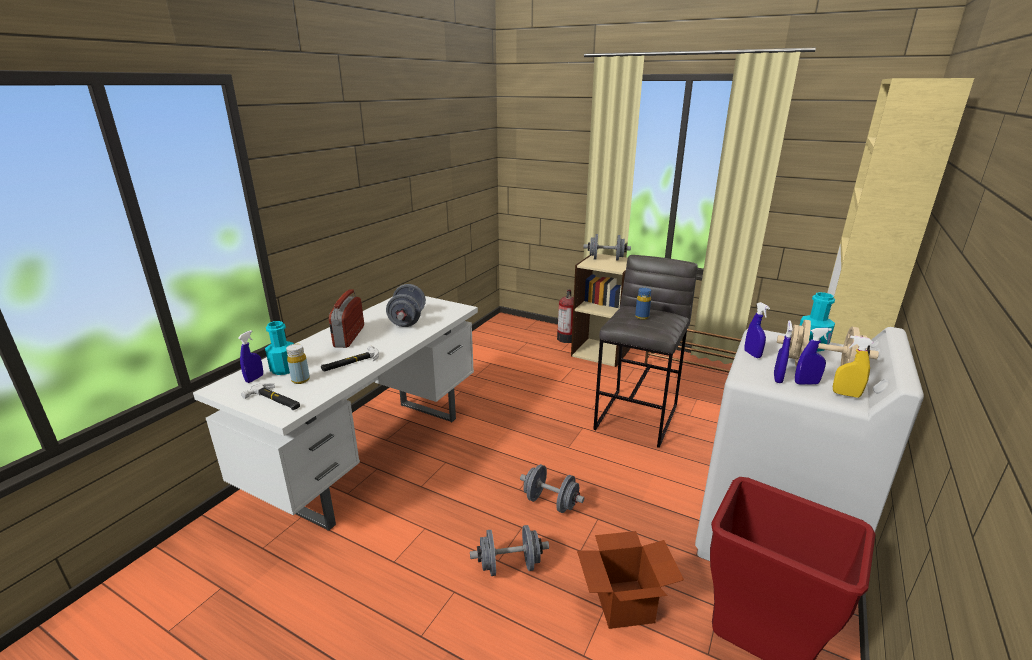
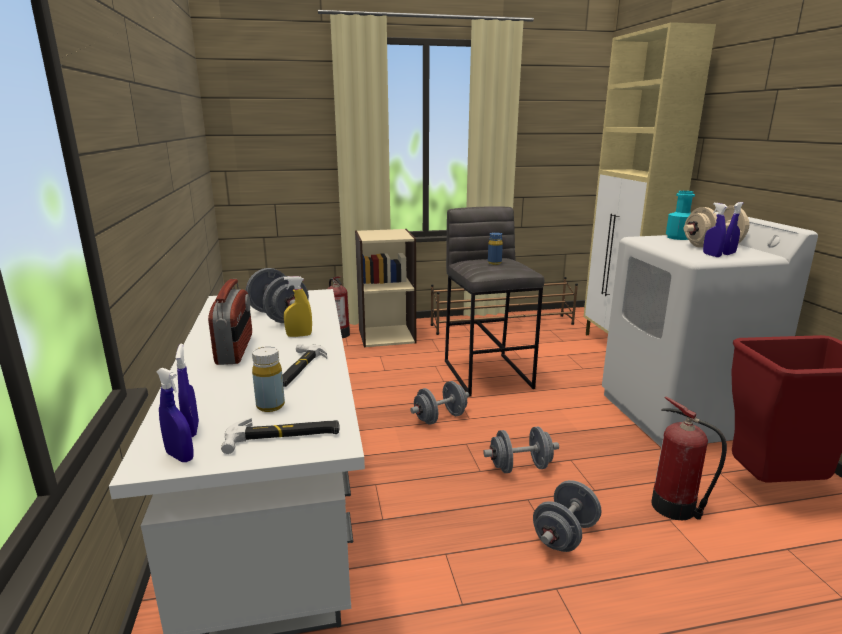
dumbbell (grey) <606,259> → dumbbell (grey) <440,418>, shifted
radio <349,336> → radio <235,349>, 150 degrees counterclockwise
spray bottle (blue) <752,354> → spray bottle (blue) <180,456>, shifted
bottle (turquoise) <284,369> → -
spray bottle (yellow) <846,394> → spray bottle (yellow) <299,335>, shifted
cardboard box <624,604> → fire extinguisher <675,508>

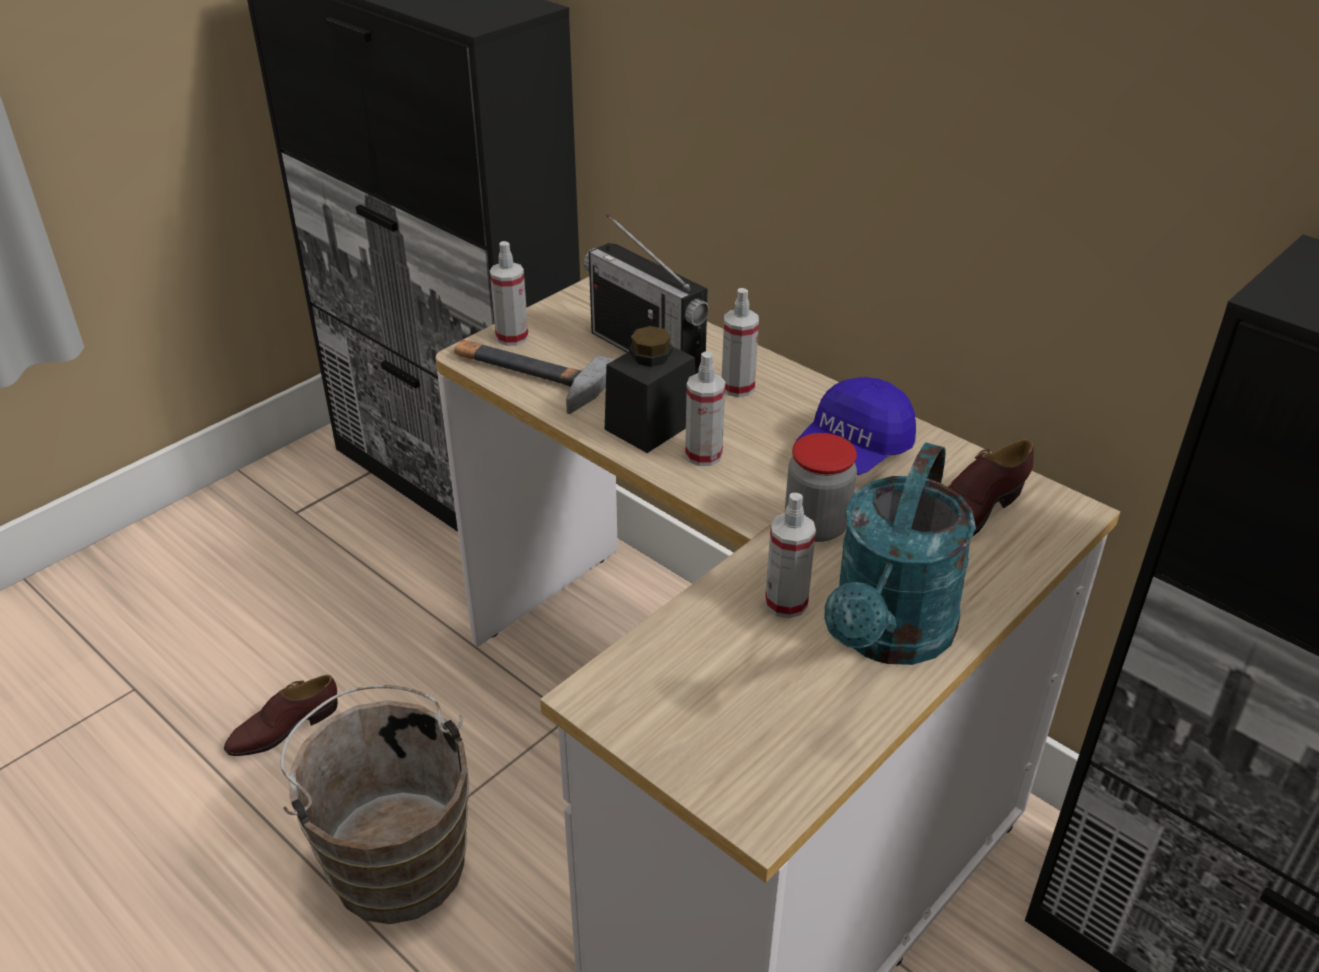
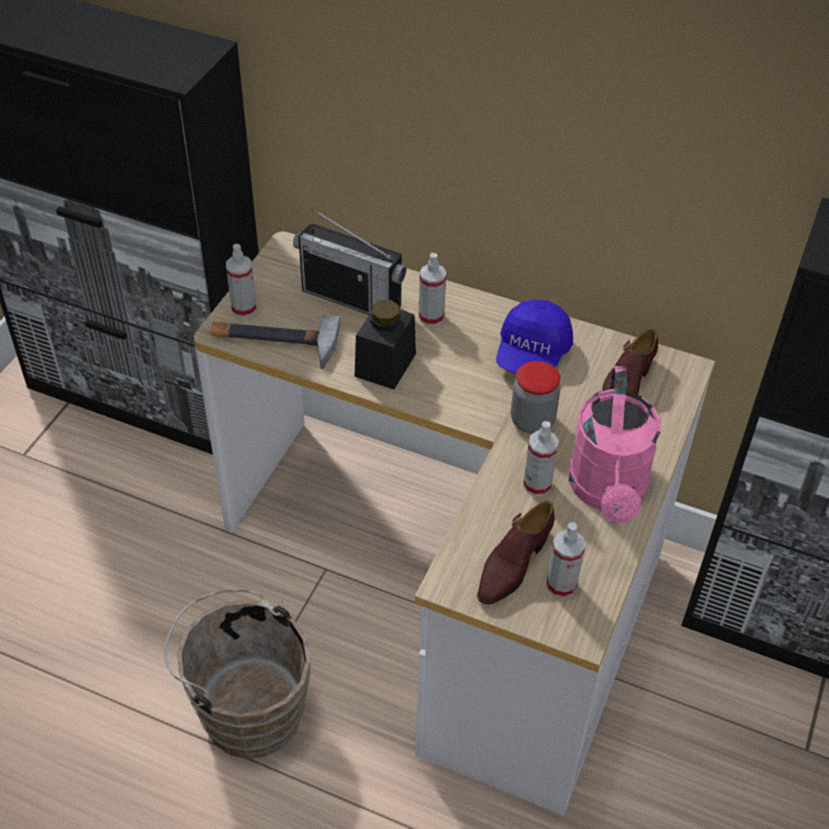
spray bottle <703,455> → spray bottle <561,585>, shifted
watering can (turquoise) <887,637> → watering can (pink) <608,492>
shoe (brown) <283,728> → shoe (brown) <512,564>, shifted

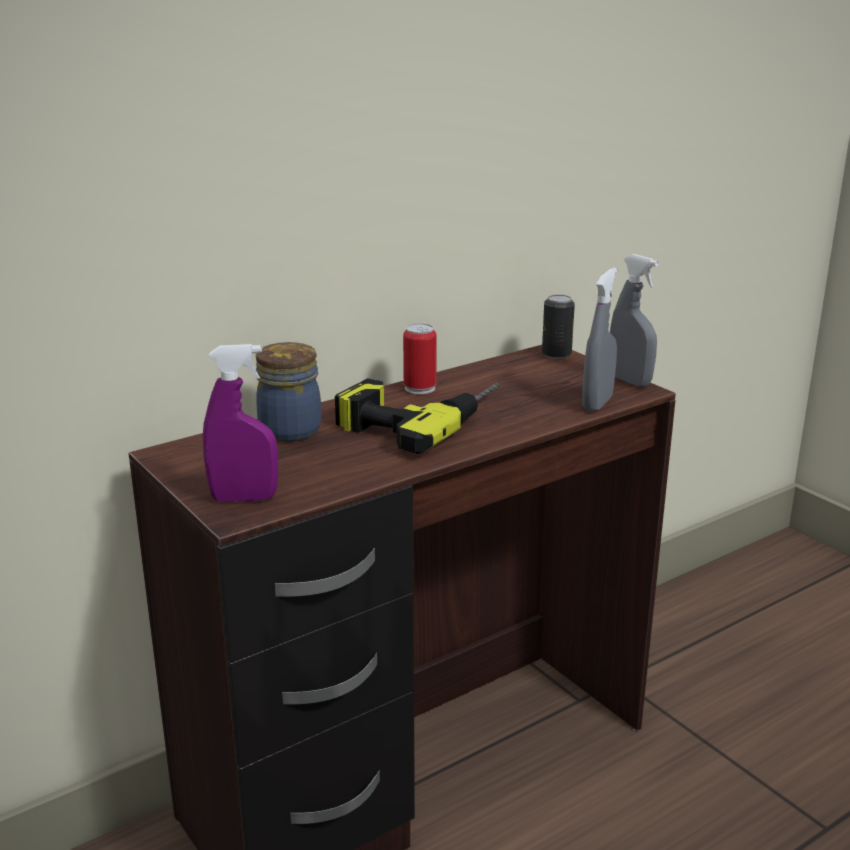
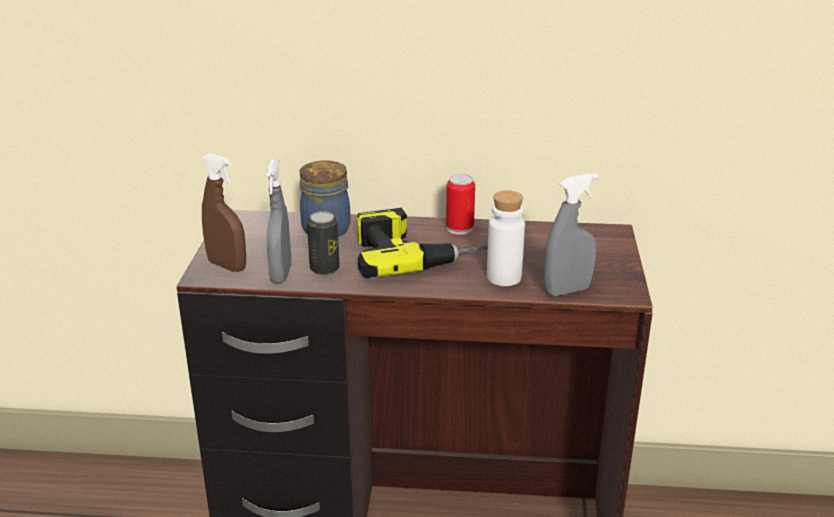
spray bottle (grey) <629,381> → spray bottle (grey) <281,274>, shifted
can <556,354> → can <324,269>, shifted
spray bottle (purple) <244,498> → spray bottle (brown) <227,266>
- → bottle (white) <504,277>

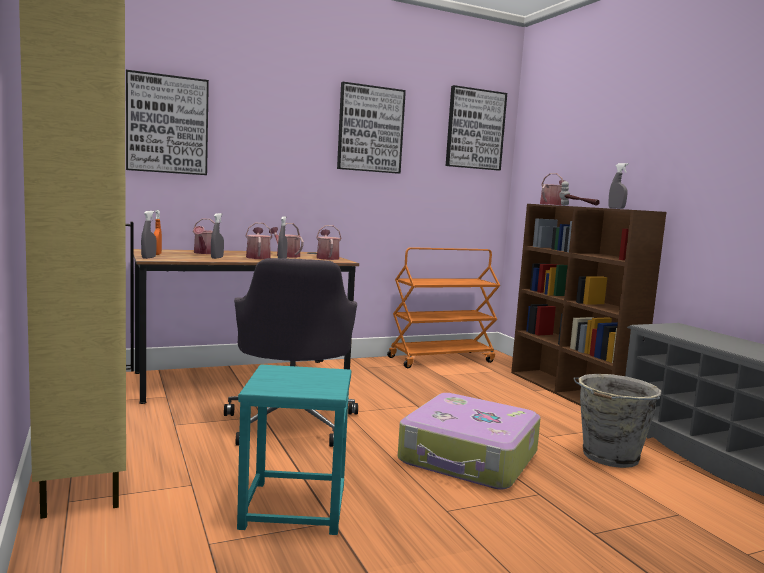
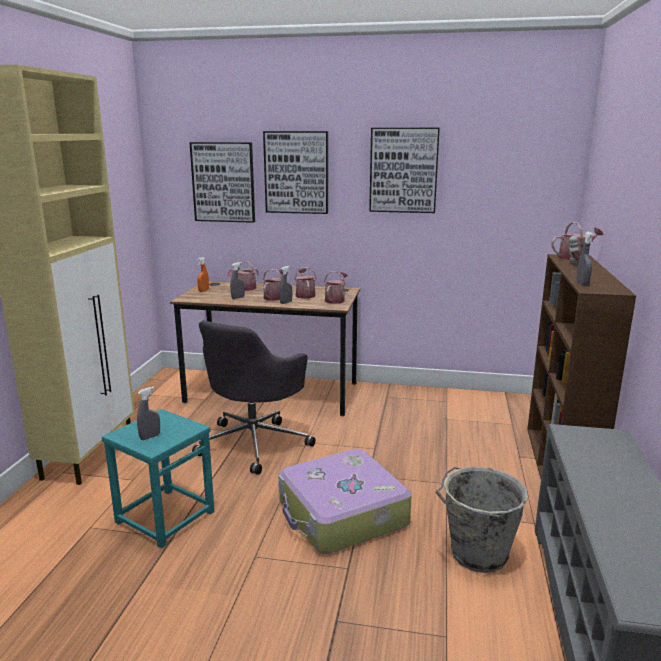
picture <475,129> → picture <296,172>, shifted
spray bottle (grey) <148,258> → spray bottle (grey) <150,437>, shifted
cart (orange) <441,359> → -

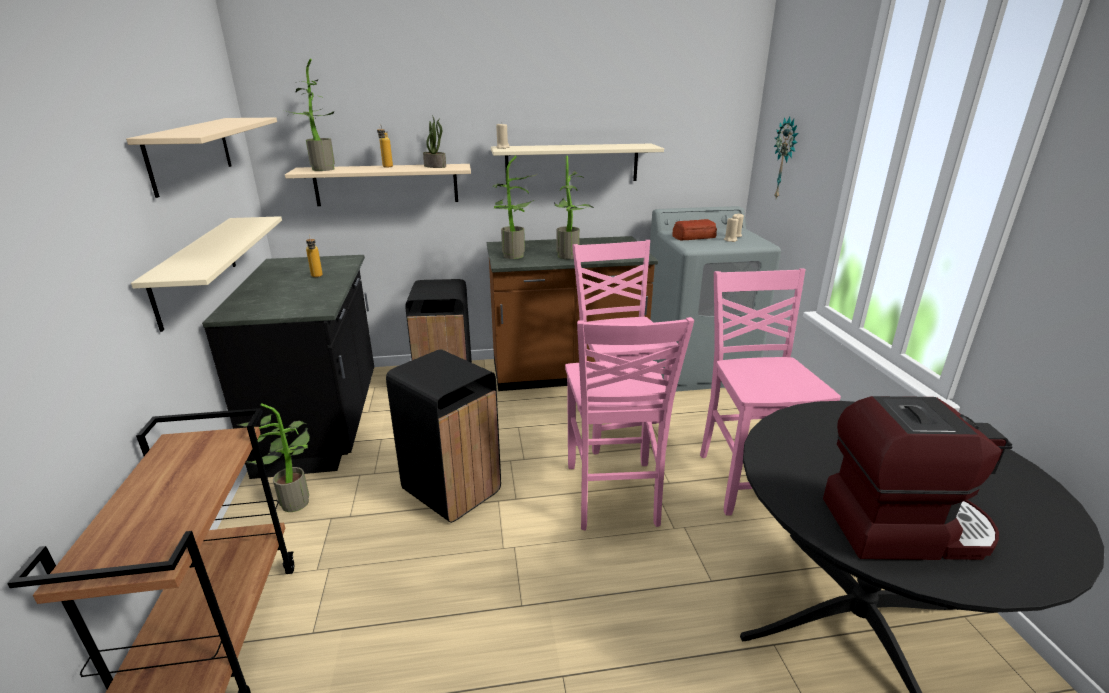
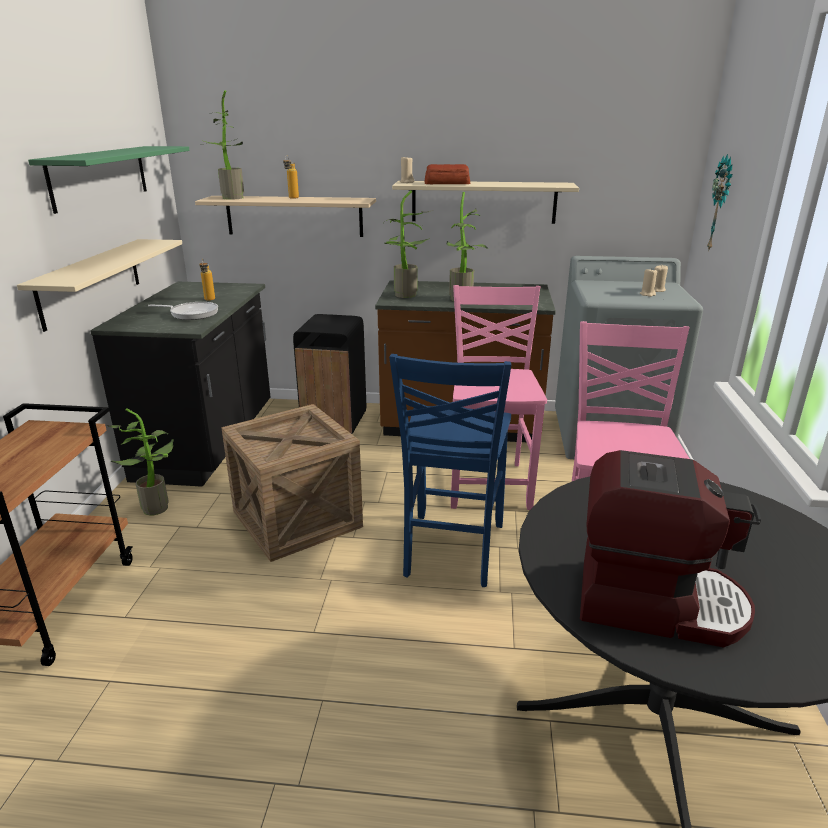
potted plant <435,166> → -
shelf (beige) <191,153> → shelf (green) <100,176>
bread <693,237> → bread <446,183>, shifted
chair (pink) <613,496> → chair (blue) <451,550>
trash can (black) <452,489> → crate <297,519>
- → frying pan <191,314>

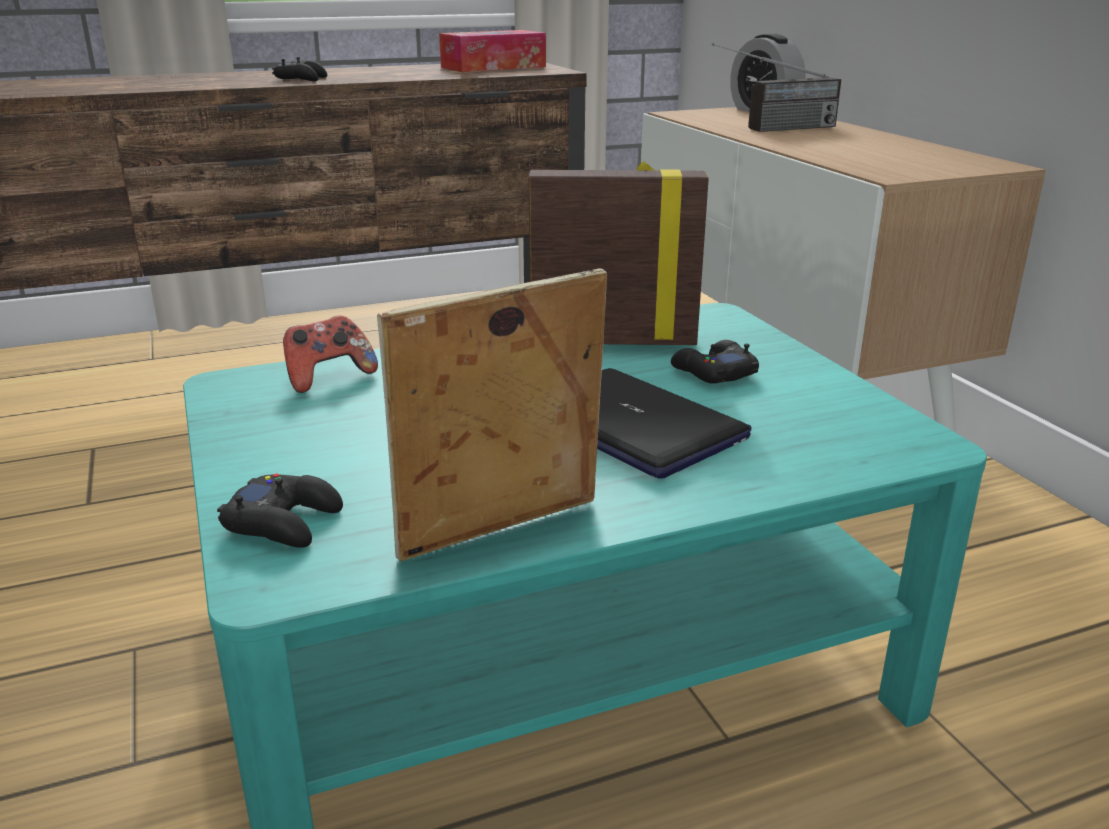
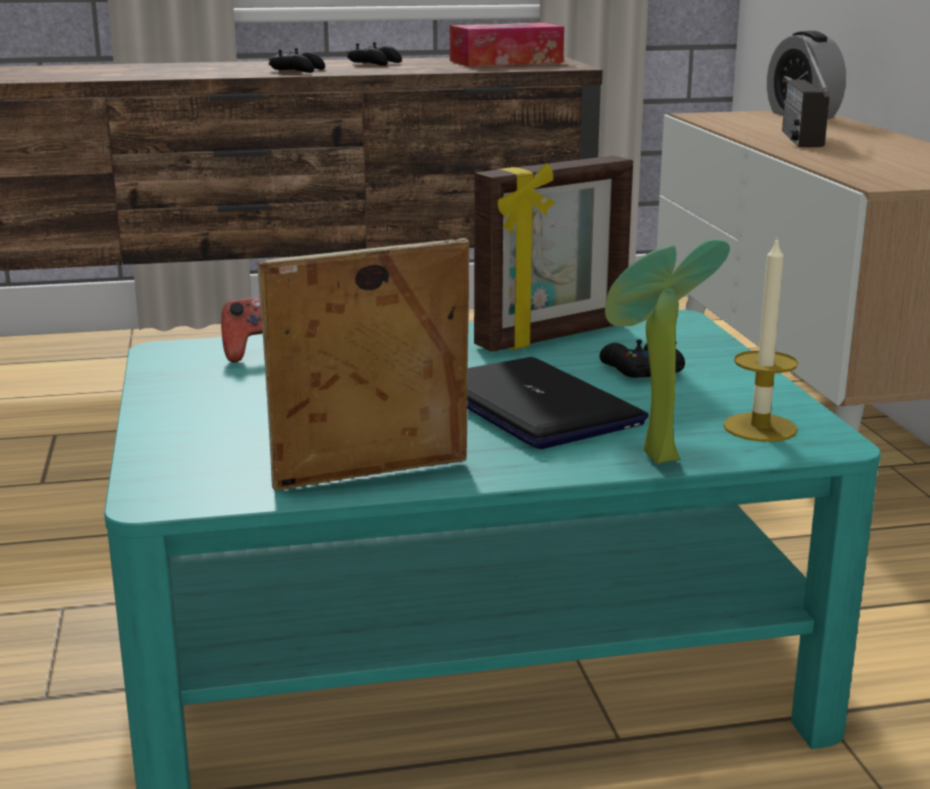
radio <772,129> → radio <794,134>, 105 degrees clockwise
picture frame <613,340> → picture frame <553,337>, 135 degrees clockwise
game controller (black) <284,522> → game controller (black) <375,63>, shifted
- → candle <760,427>
- → potted plant <650,457>

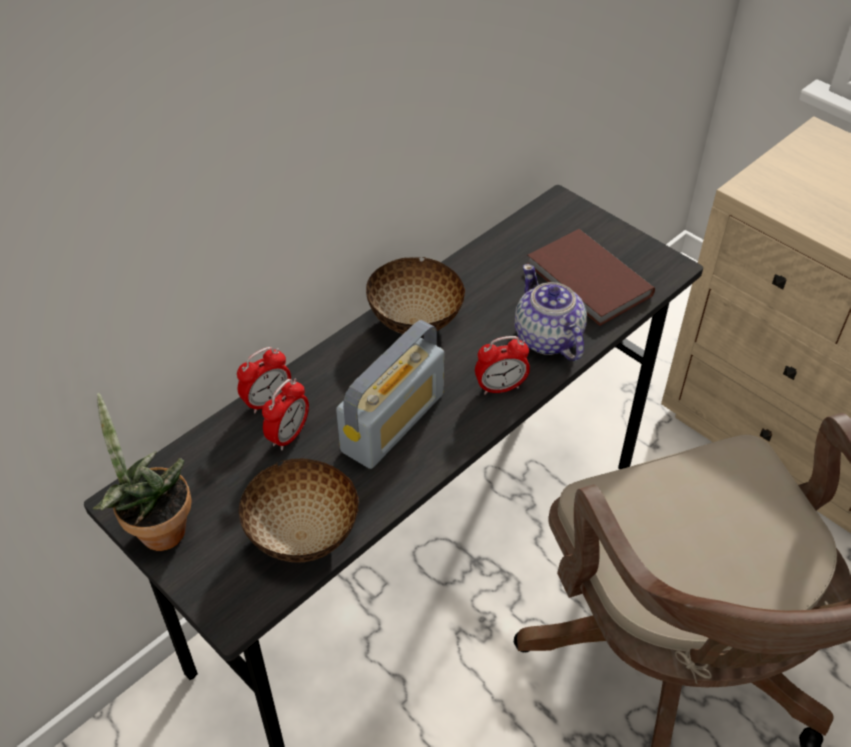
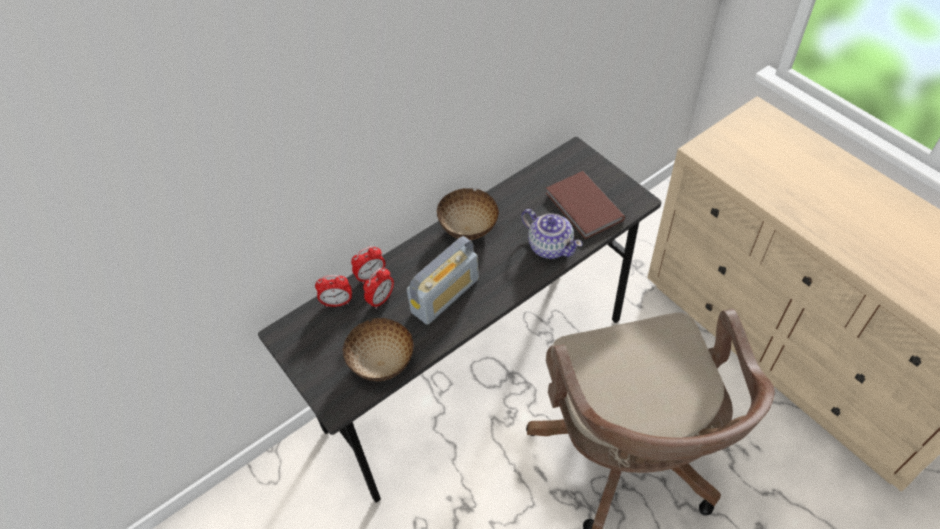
teapot <547,339> → teapot <550,246>, 150 degrees clockwise
alarm clock <500,387> → alarm clock <337,302>, shifted
potted plant <156,529> → -

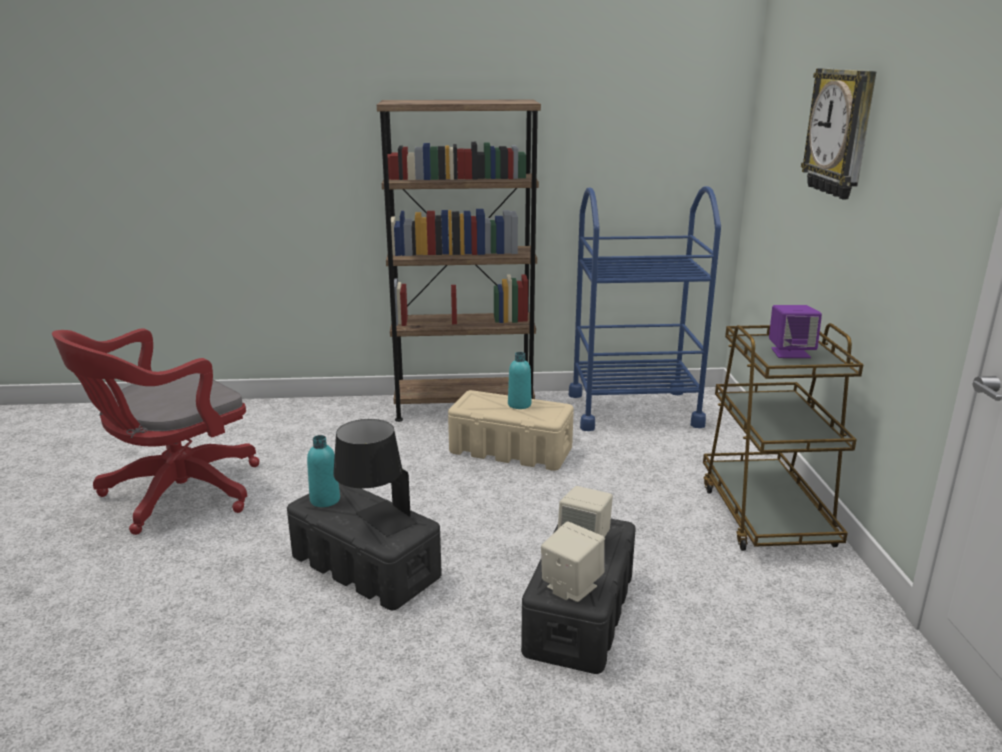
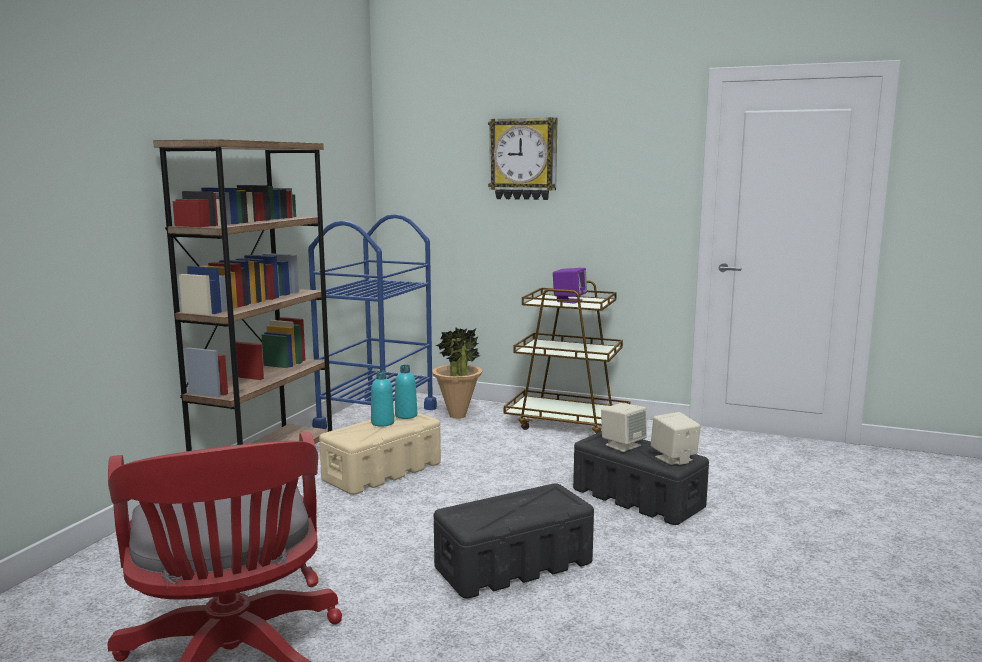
table lamp (black) <375,522> → -
bottle (turquoise) <325,500> → bottle (turquoise) <406,415>, shifted
- → potted plant <457,416>

